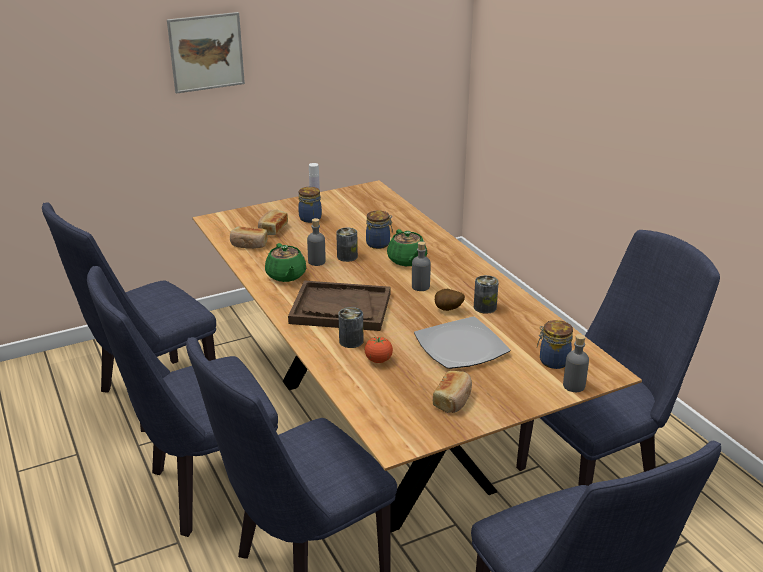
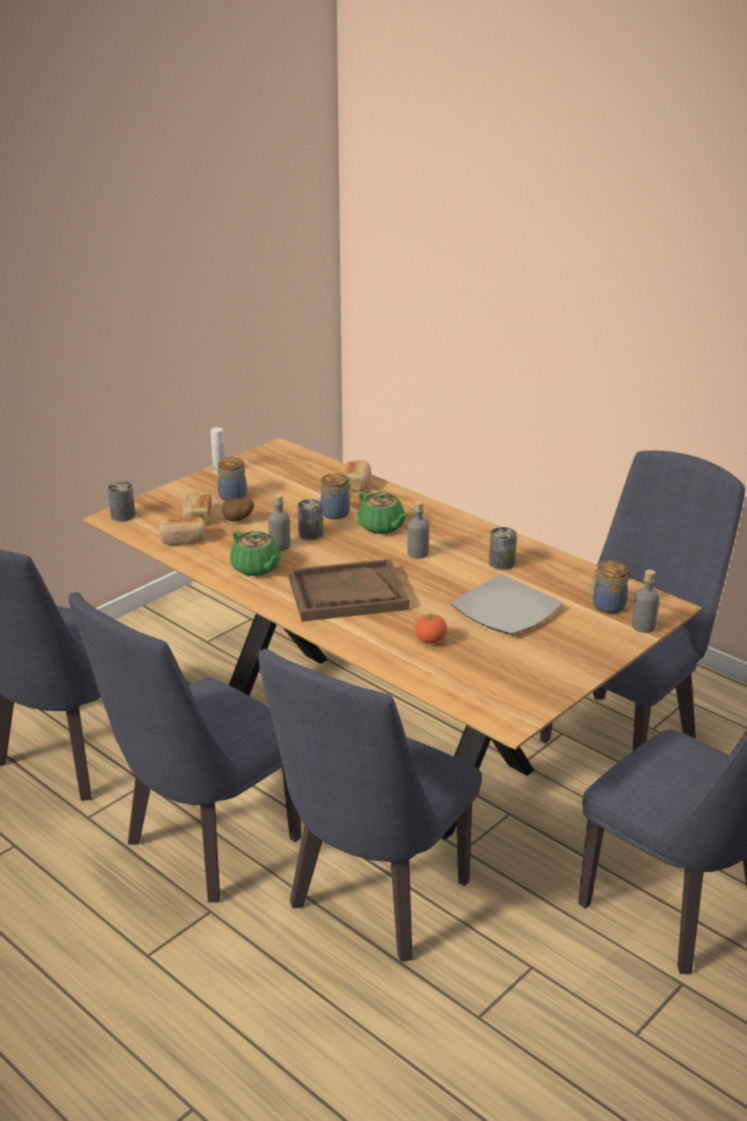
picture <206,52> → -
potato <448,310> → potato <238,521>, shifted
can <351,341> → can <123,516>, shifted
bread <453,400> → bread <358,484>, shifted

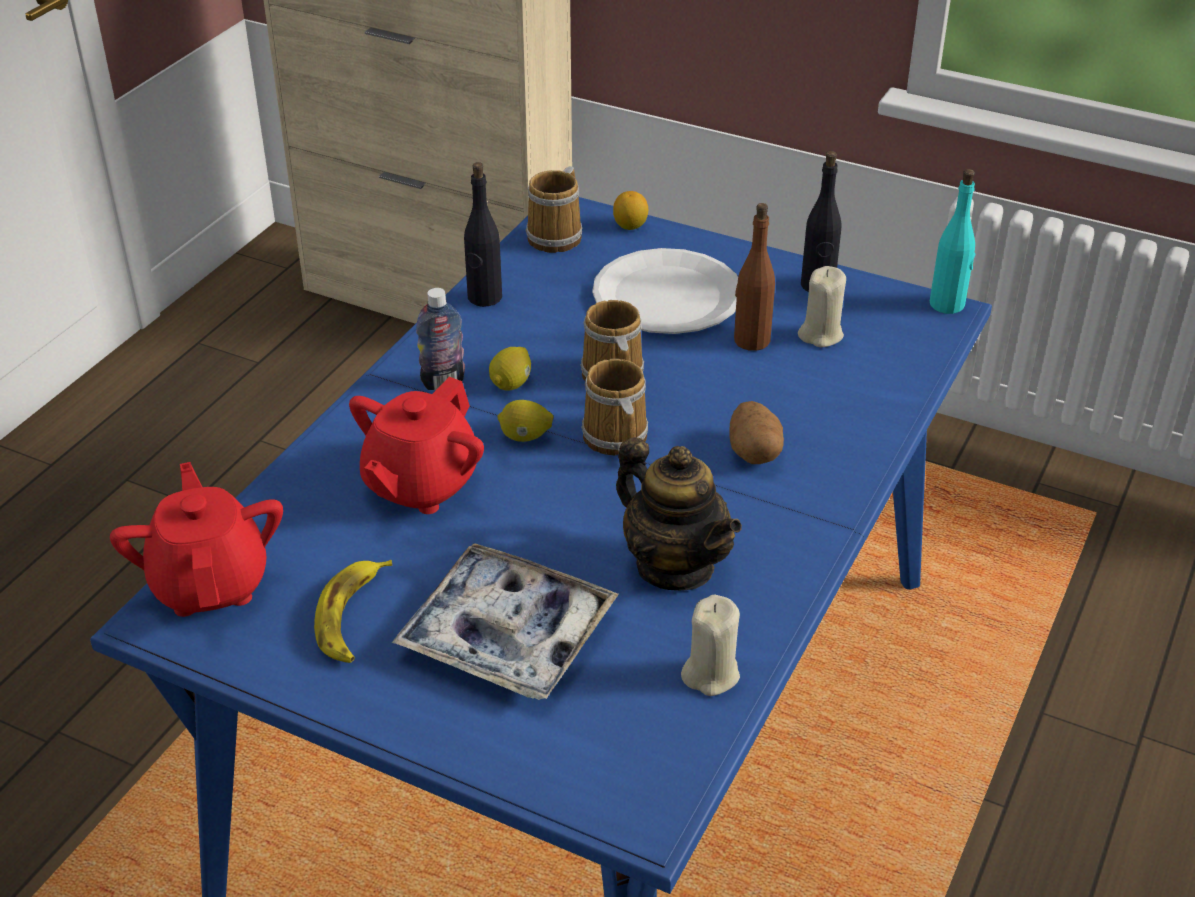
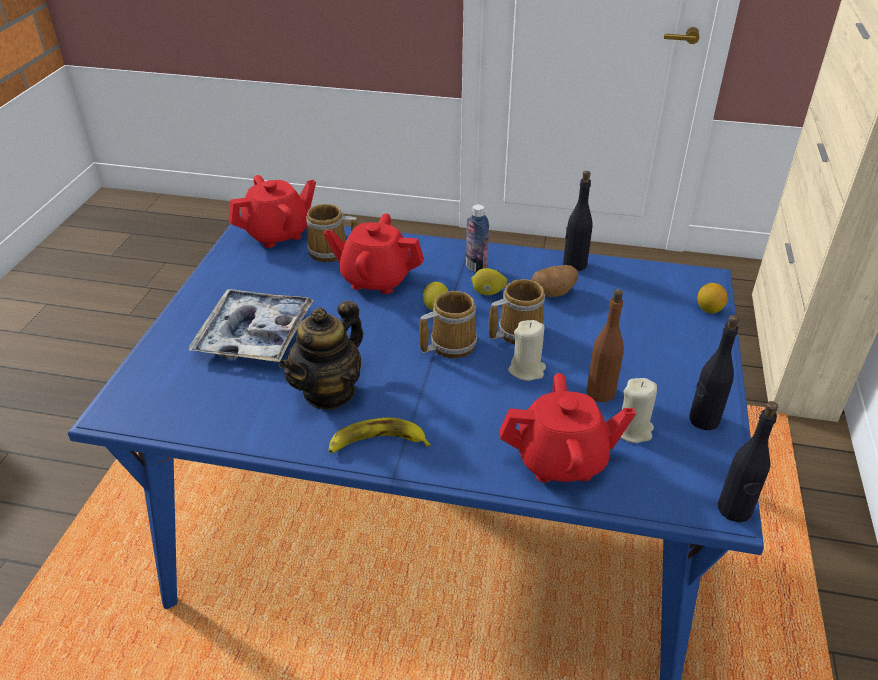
mug <558,236> → mug <331,252>, shifted
bottle (turquoise) <947,304> → bottle (black) <734,510>
plate (white) <667,296> → -
potato <754,451> → potato <553,292>, shifted
banana <352,617> → banana <377,443>, shifted
candle (beige) <710,674> → candle (beige) <527,370>, shifted
- → teapot (red) <561,460>

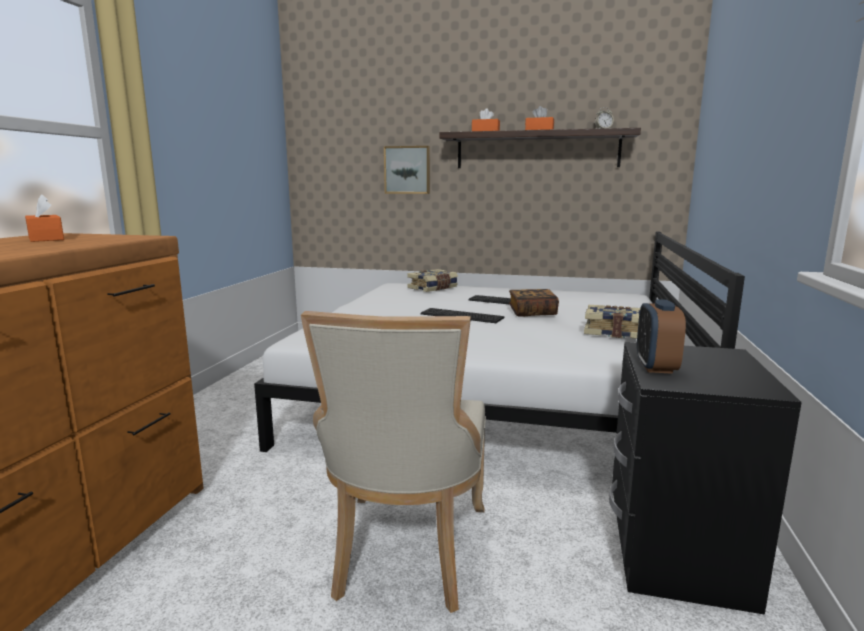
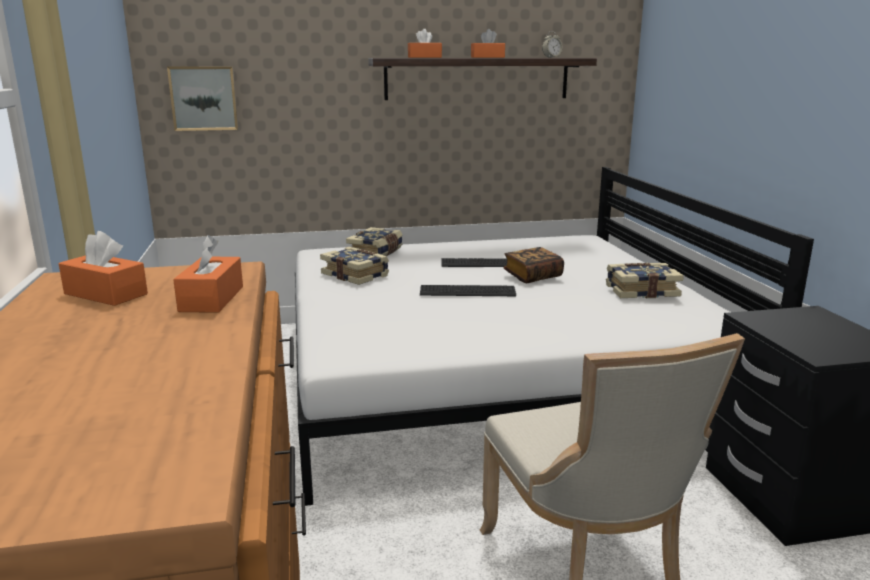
picture <407,170> → picture <204,98>, shifted
alarm clock <656,367> → -
- → tissue box (orange) <212,299>
- → book <356,275>

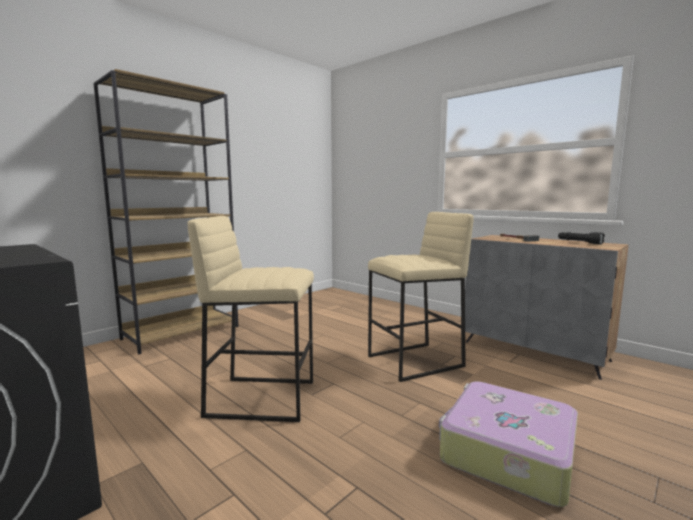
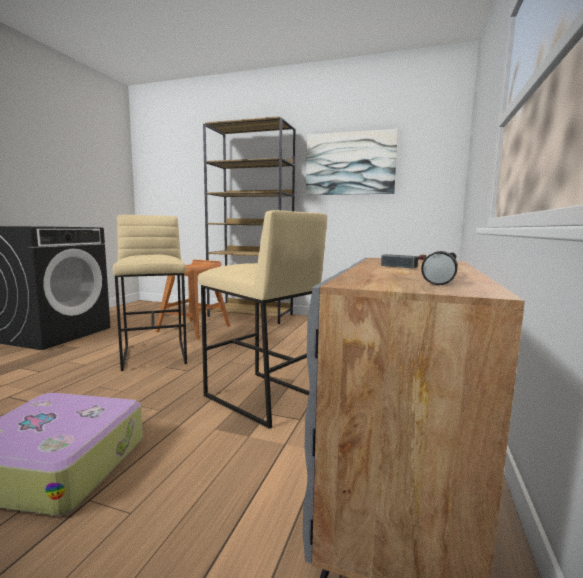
- → picture <350,163>
- → stool (brown) <194,328>

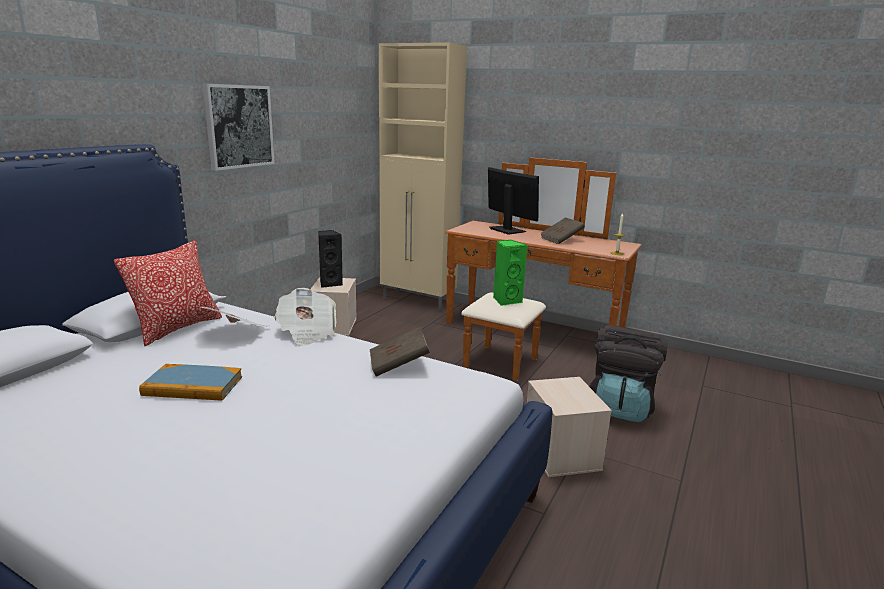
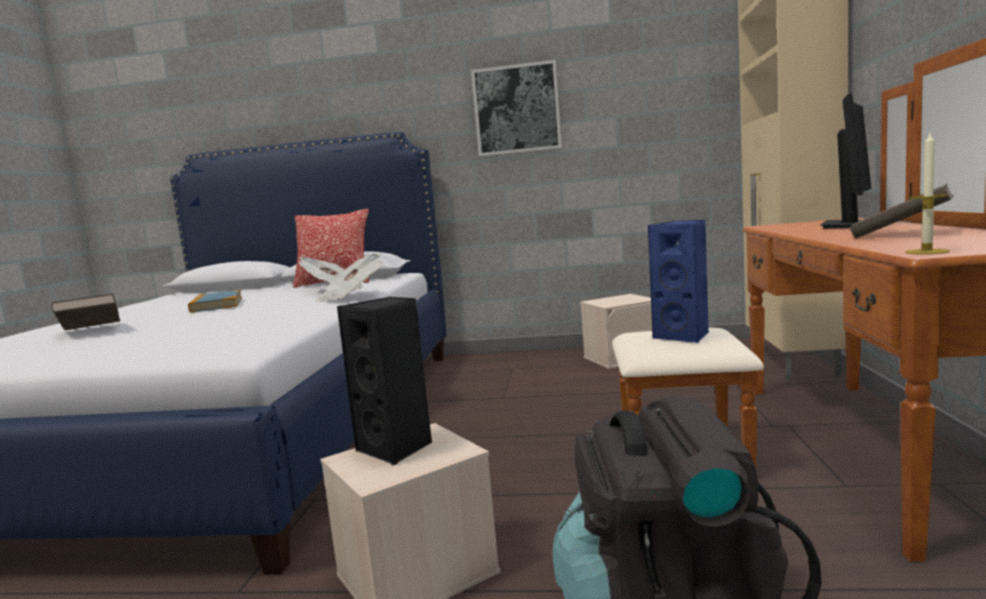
speaker (black) <330,283> → speaker (black) <397,448>, shifted
speaker (green) <506,300> → speaker (blue) <684,336>
book (brown) <398,365> → book (brown) <90,329>, shifted

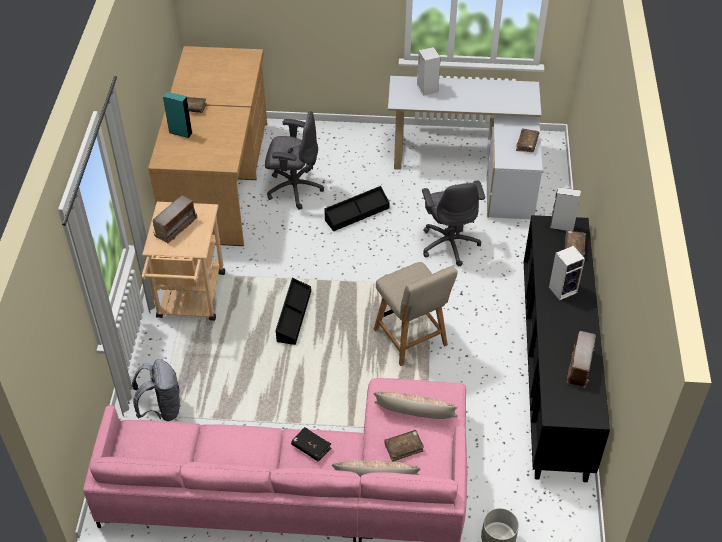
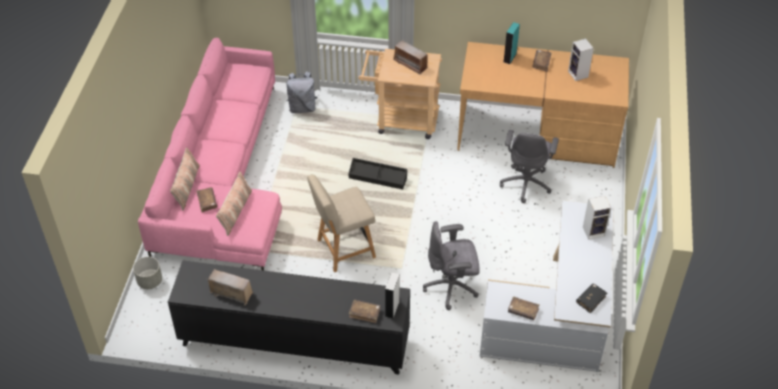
storage box (black) <356,213> → -
speaker <563,289> → speaker <578,74>, shifted
book (black) <311,447> → book (black) <591,300>, shifted

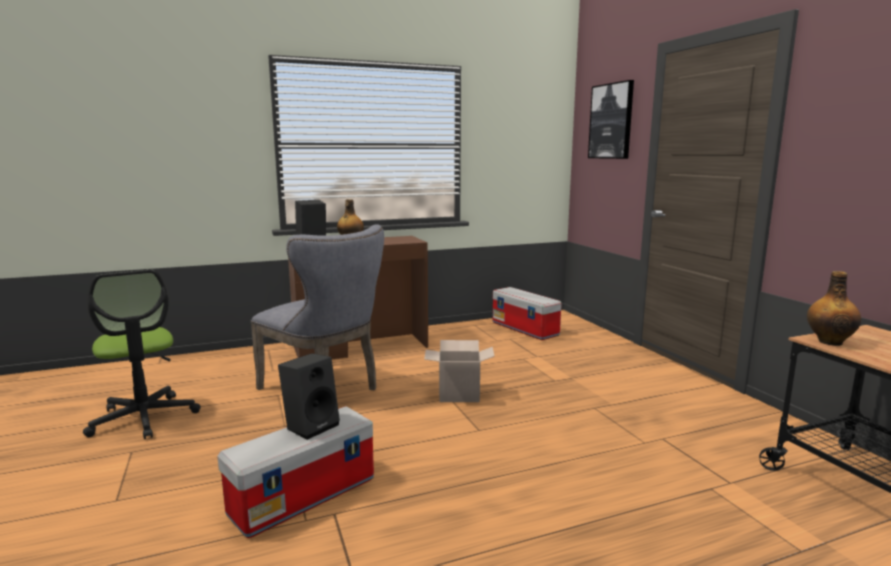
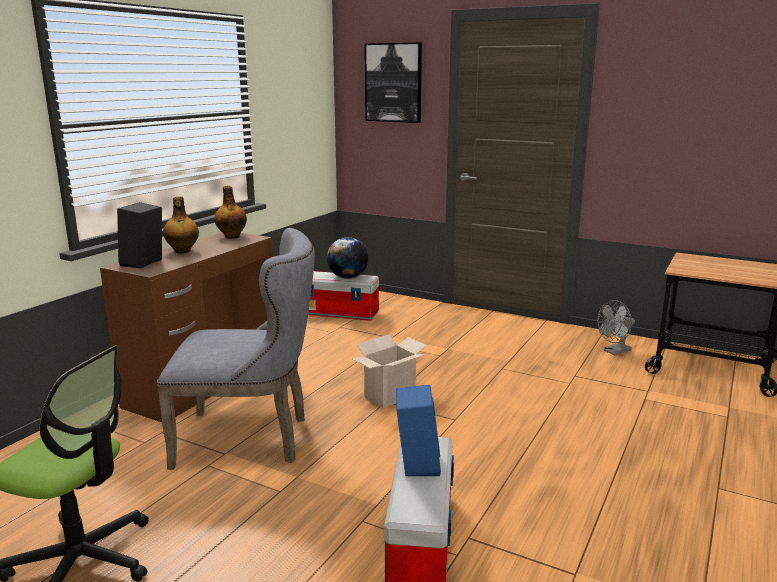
bottle <829,342> → bottle <232,236>, shifted
speaker (black) <311,425> → speaker (blue) <416,463>
- → globe <348,277>
- → fan (grey) <614,352>

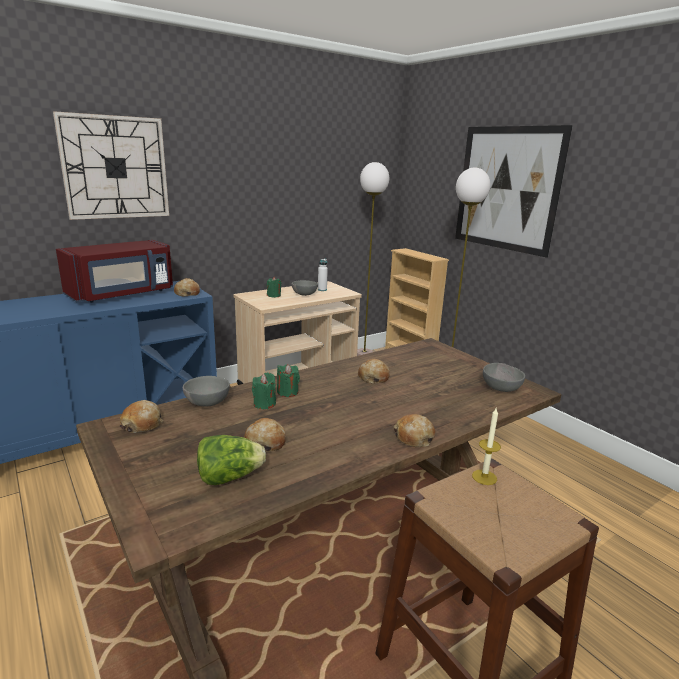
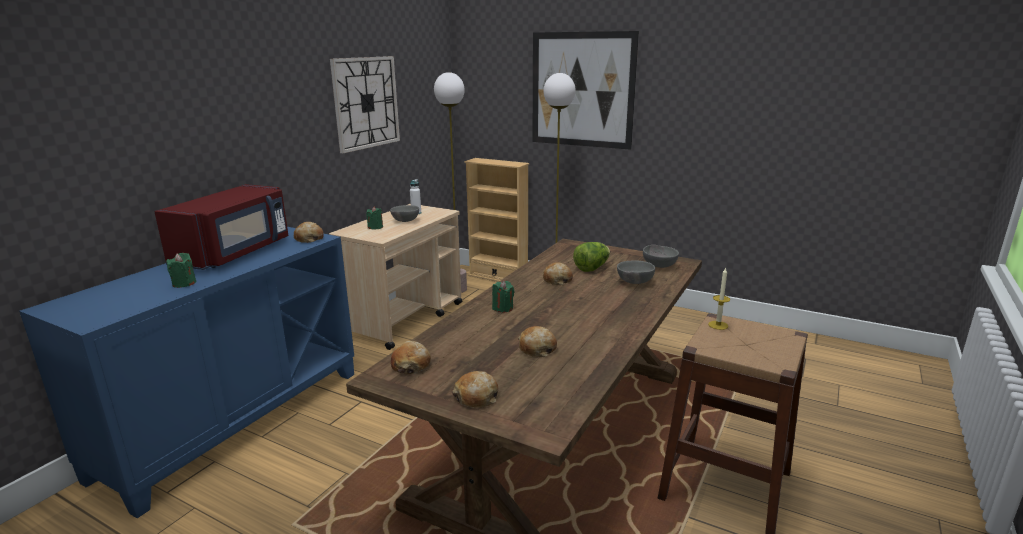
wall clock <115,167> → wall clock <366,103>, shifted
candle (green) <264,404> → candle (green) <184,283>, shifted
bowl (grey) <206,403> → bowl (grey) <634,282>, shifted
bread <413,437> → bread <476,397>, shifted
lettuce <229,477> → lettuce <592,268>, shifted

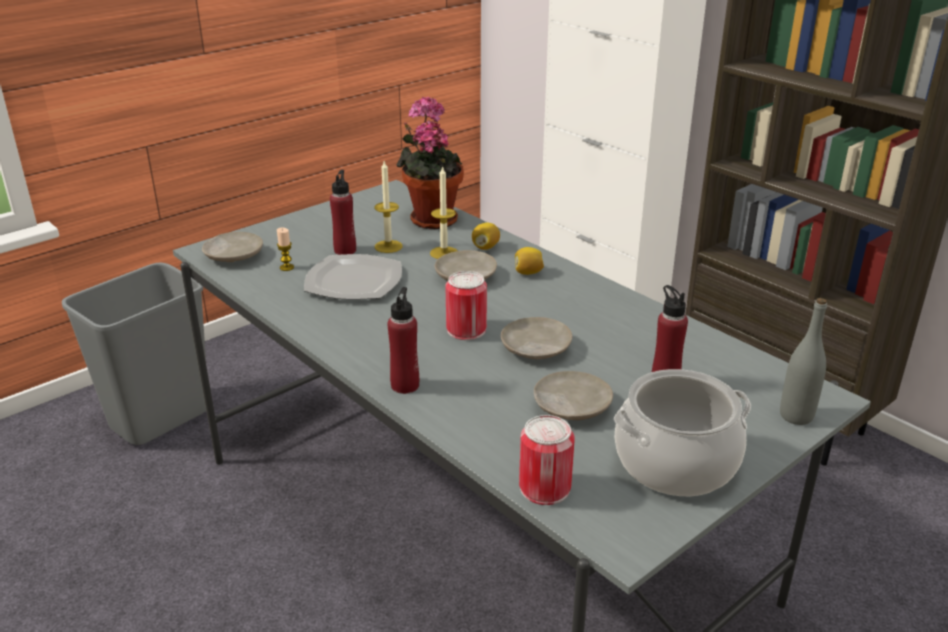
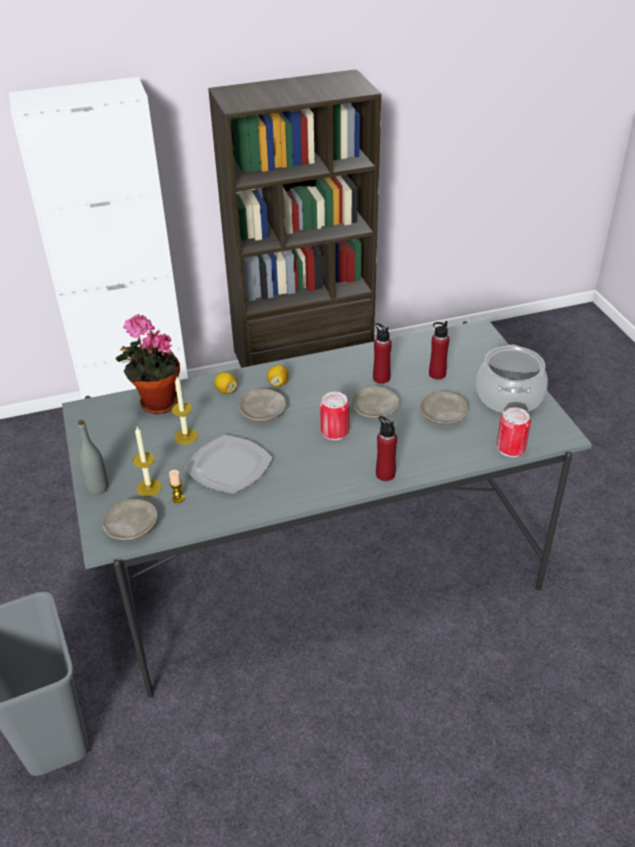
candle <444,253> → candle <149,487>, shifted
bottle (red) <345,250> → bottle (red) <381,378>, shifted
bottle (grey) <796,416> → bottle (grey) <97,488>, shifted

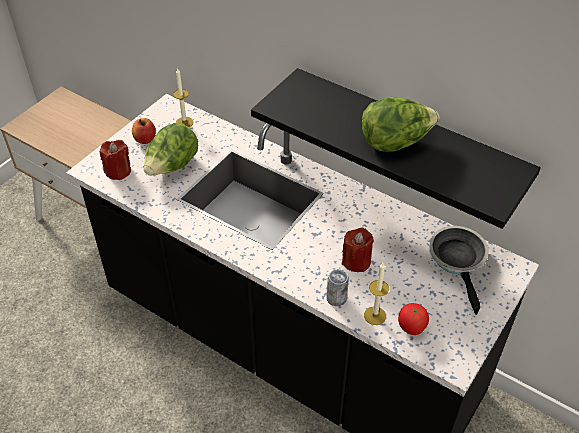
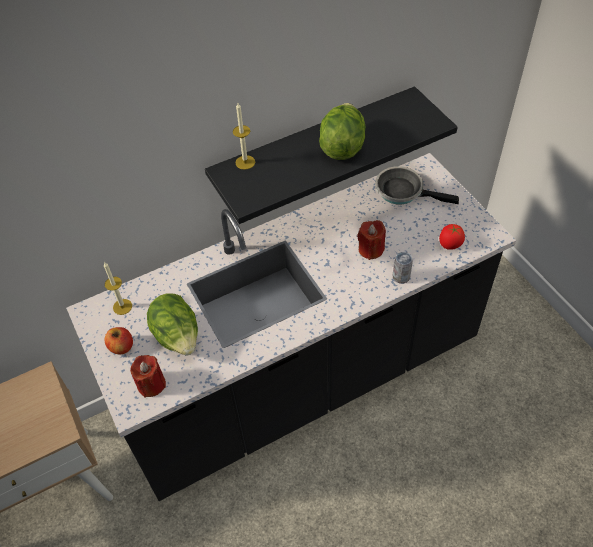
candle <375,315> → candle <245,162>, shifted

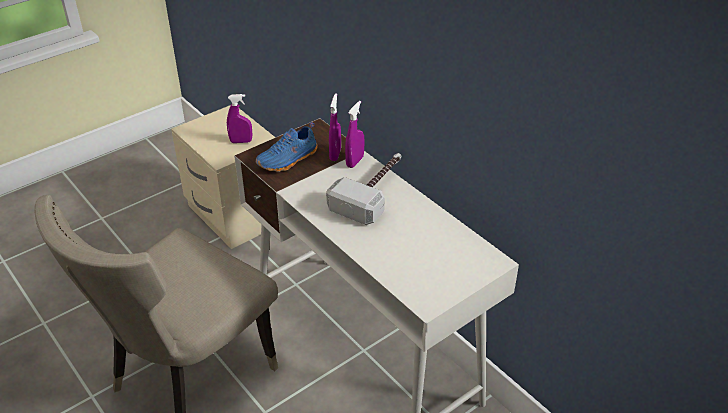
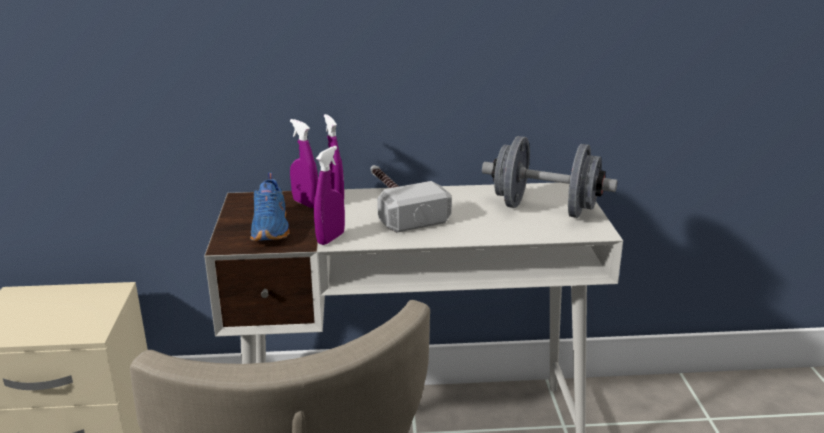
spray bottle (purple) <241,141> → spray bottle (purple) <330,238>, shifted
- → dumbbell (grey) <545,209>

